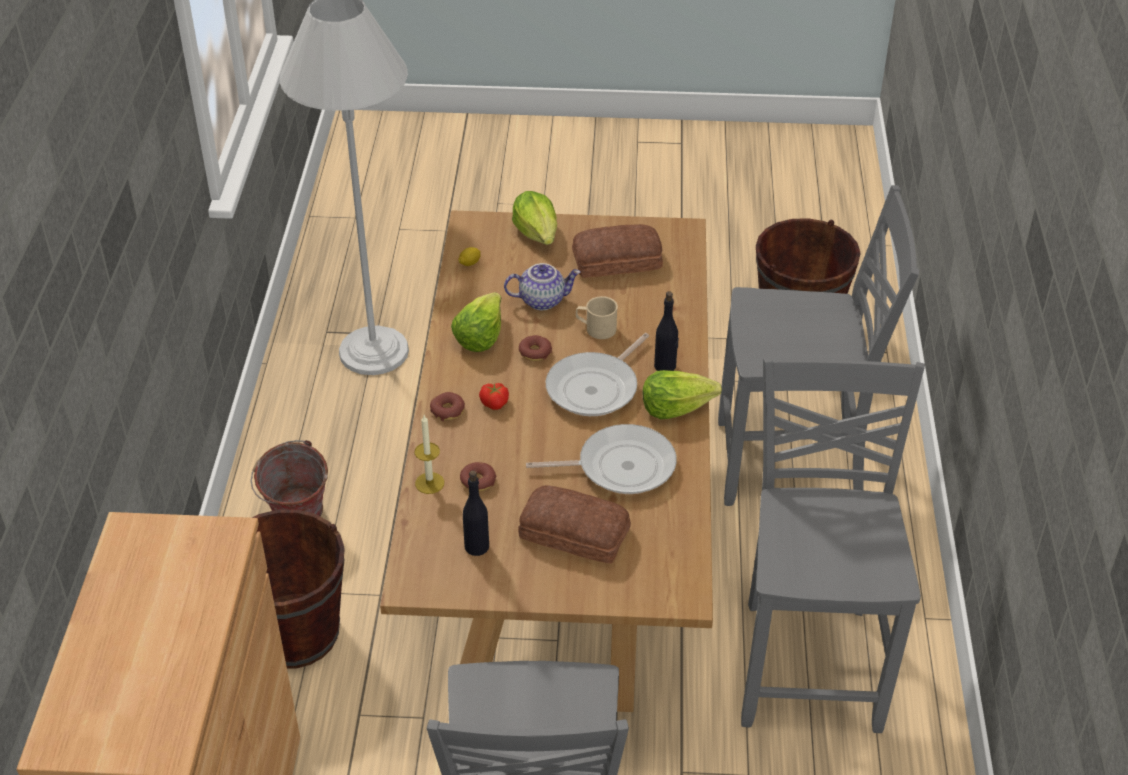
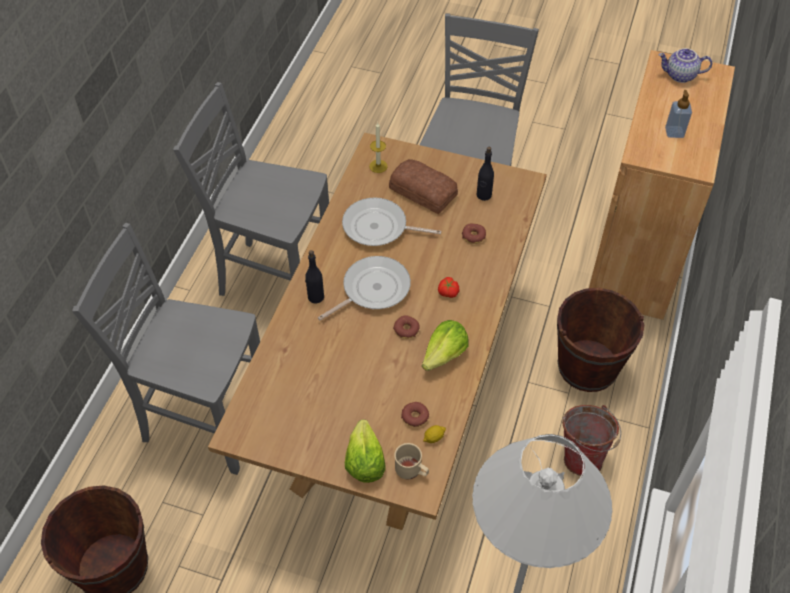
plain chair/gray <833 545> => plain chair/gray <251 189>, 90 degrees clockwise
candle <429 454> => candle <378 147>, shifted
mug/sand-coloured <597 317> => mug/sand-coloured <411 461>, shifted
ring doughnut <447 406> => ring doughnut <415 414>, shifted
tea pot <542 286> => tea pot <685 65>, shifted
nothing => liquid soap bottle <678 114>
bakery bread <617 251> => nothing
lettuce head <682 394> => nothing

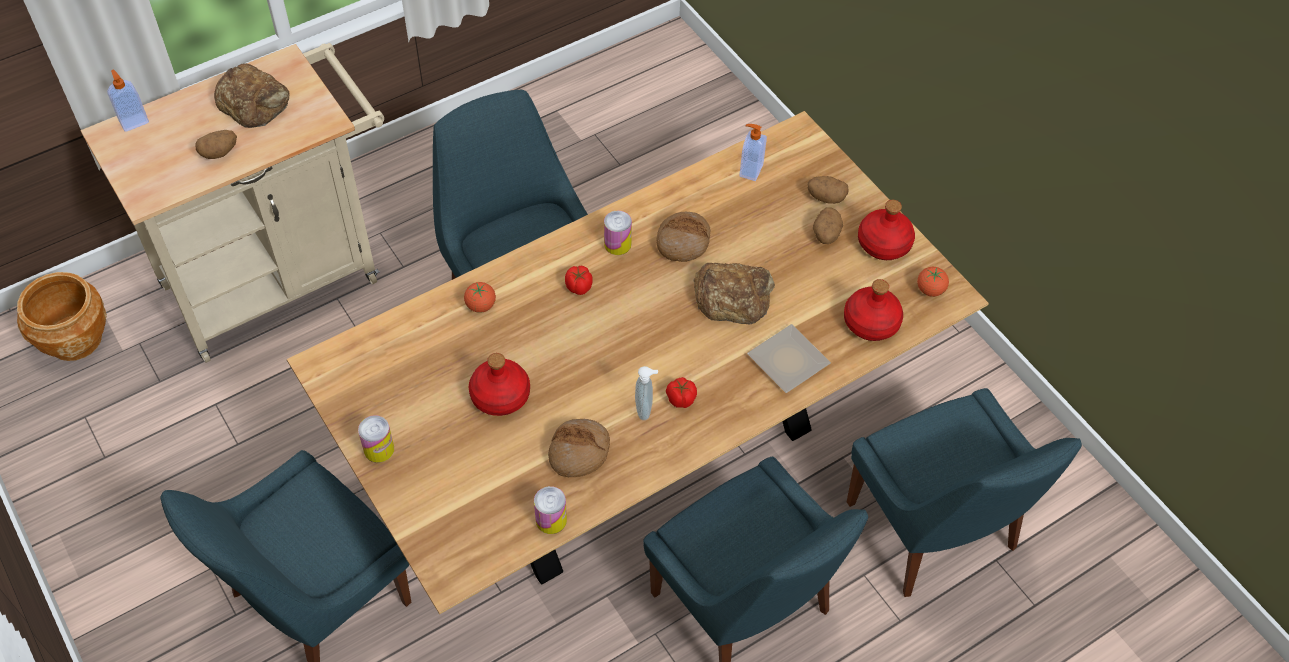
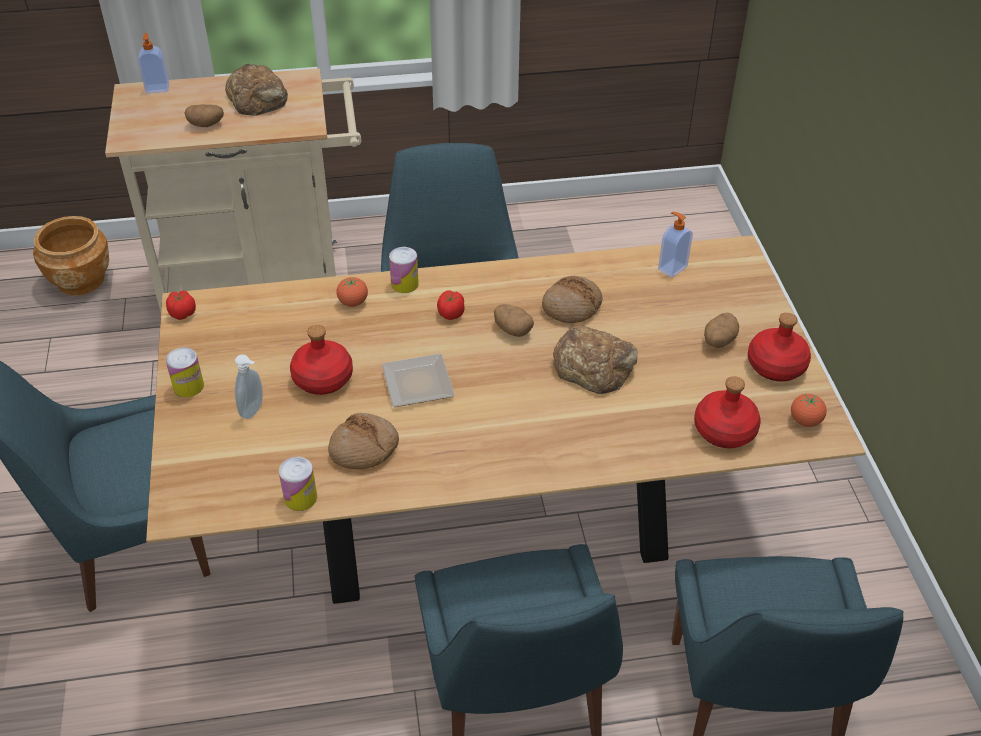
tomato <681 392> => tomato <181 305>, shifted
liquid soap bottle <646 393> => liquid soap bottle <249 386>, shifted
plate <789 358> => plate <418 380>, shifted
sealed can <618 233> => sealed can <404 270>, shifted
whole potato <828 190> => whole potato <514 320>, shifted

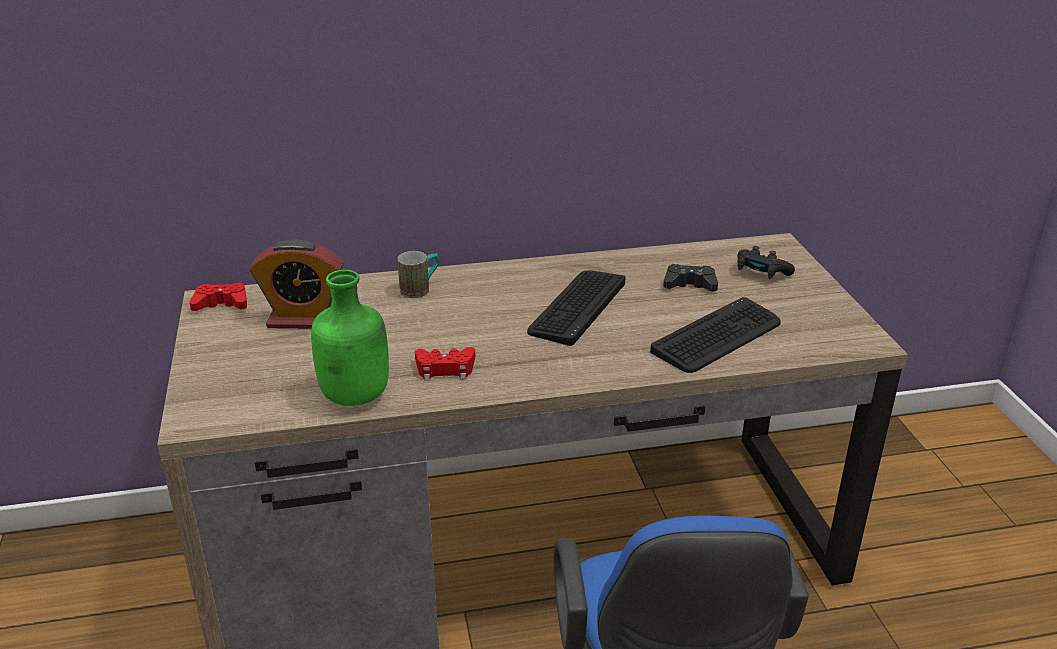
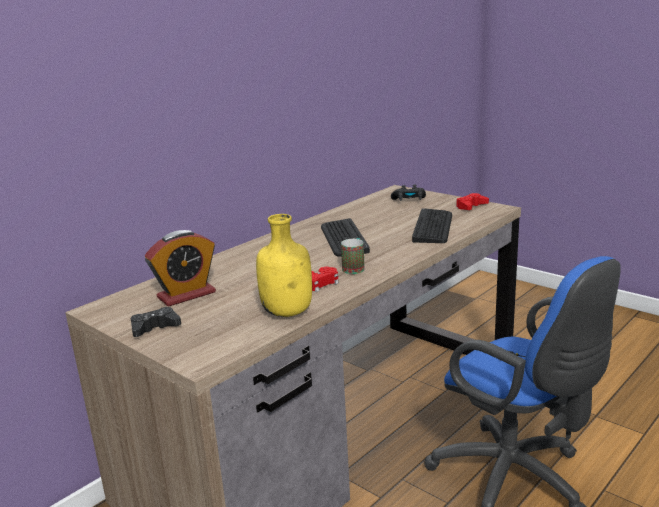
gamepad/black <690 278> => gamepad/black <156 322>, shifted
beverage bottle/greenish <350 338> => beverage bottle/yellow-coloured <284 265>
mug <418 274> => mug <353 256>, shifted
gamepad/reddish <218 297> => gamepad/reddish <472 201>, shifted

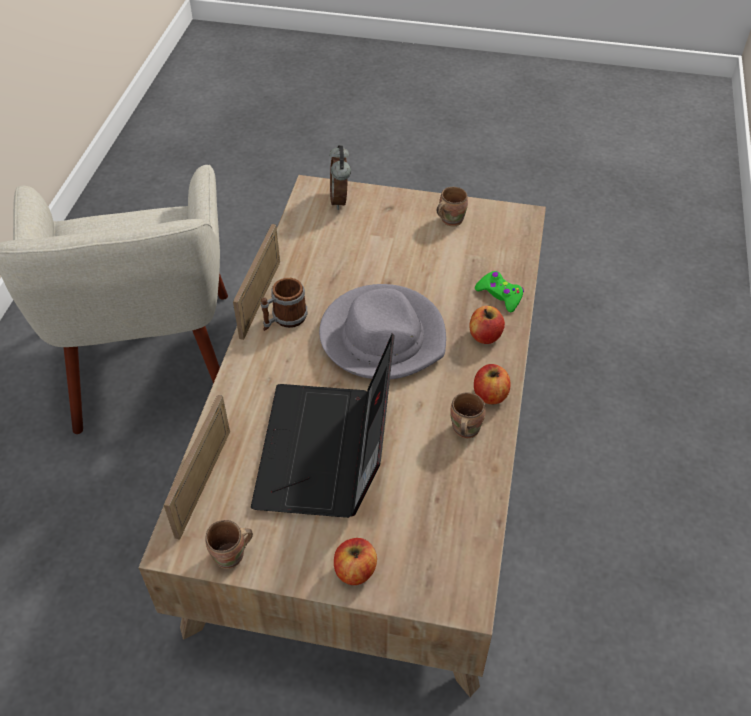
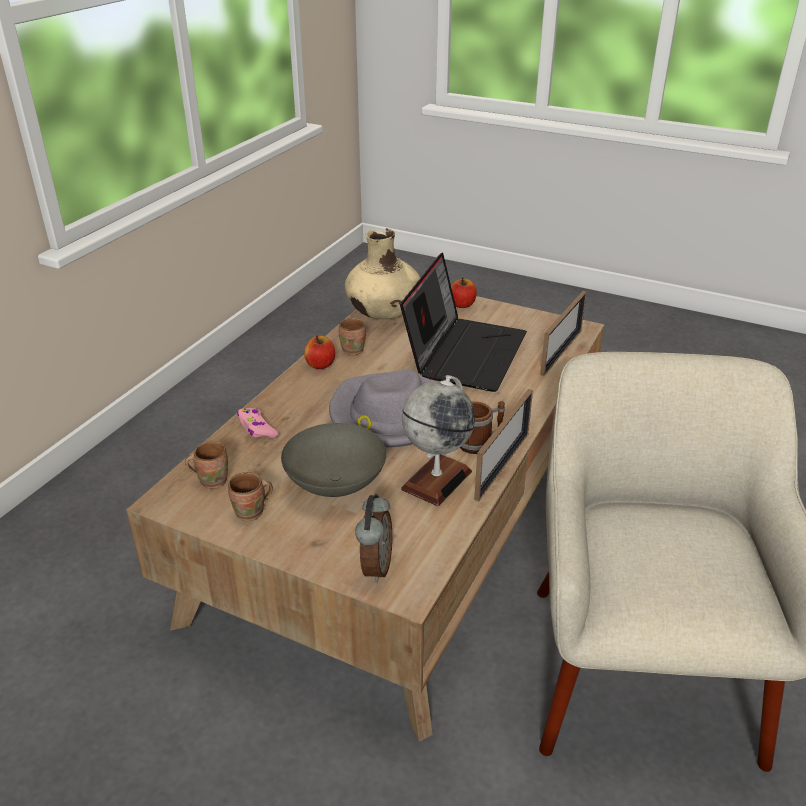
mug/brownish <229 544> => mug/brownish <206 465>, shifted
gamepad/greenish <499 292> => gamepad/pink-coloured <258 423>
nothing => bowl/gray <334 460>
nothing => decorative vase/sand-coloured <382 273>
nothing => globe <438 440>
apple <487 325> => nothing

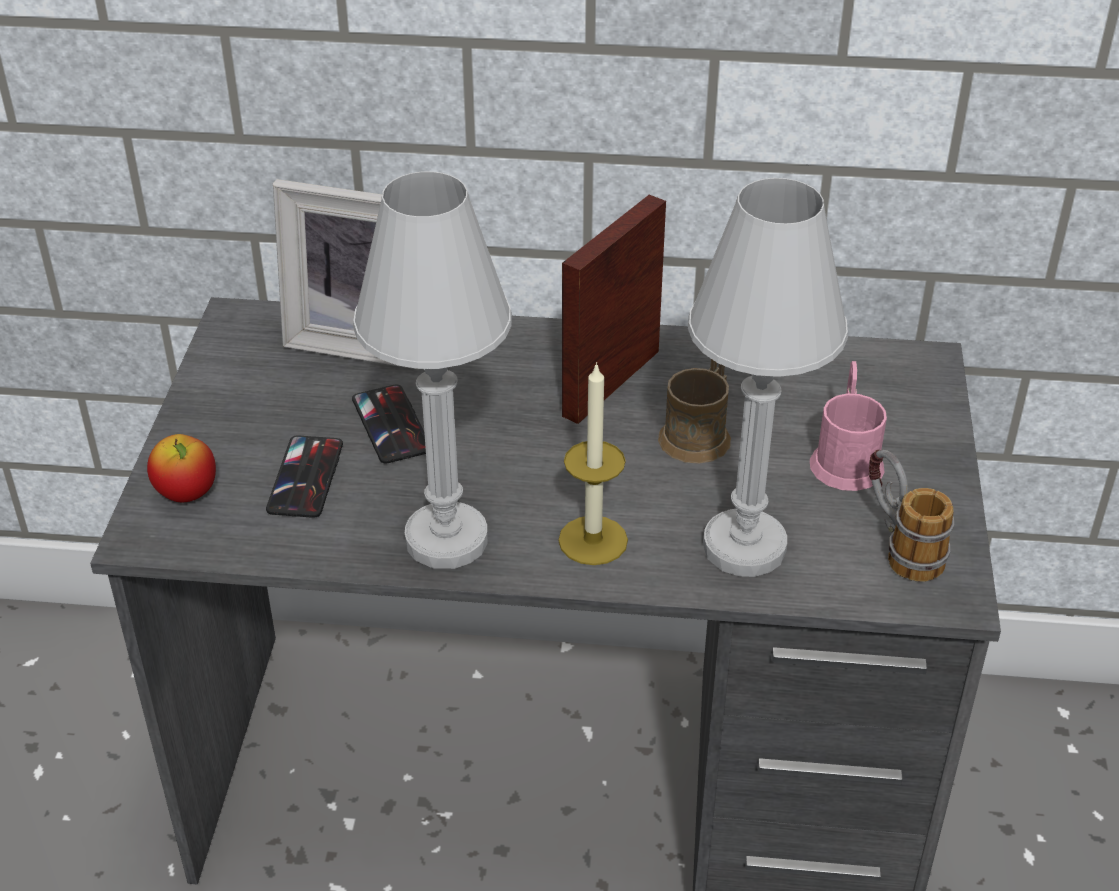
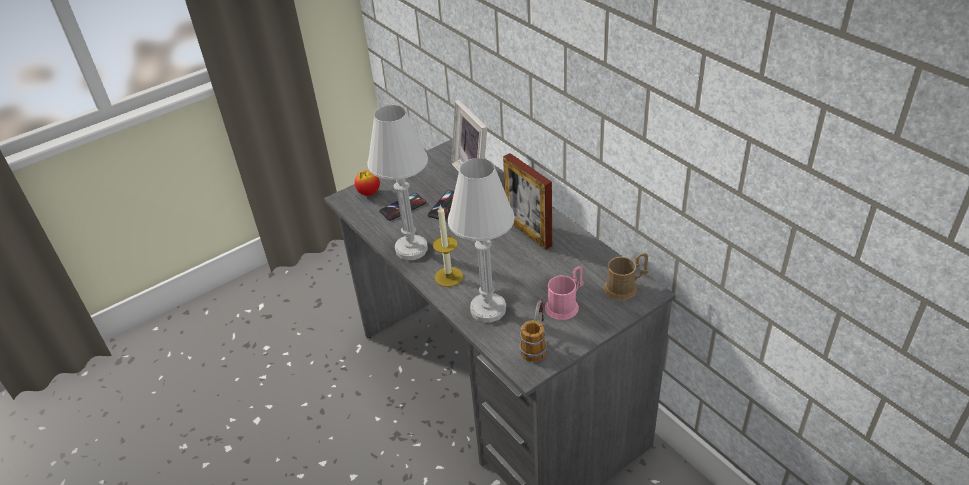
picture frame <614 309> => picture frame <527 201>, 120 degrees counterclockwise
mug/brownish <694 411> => mug/brownish <626 276>, shifted

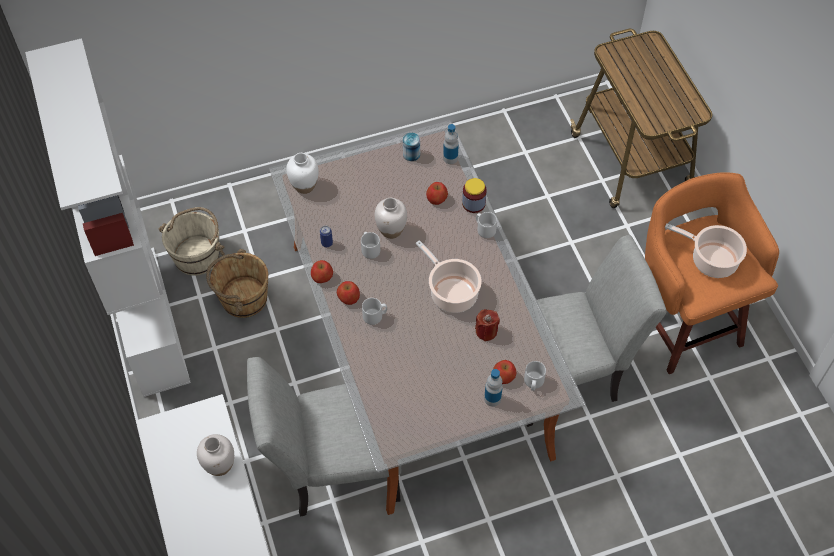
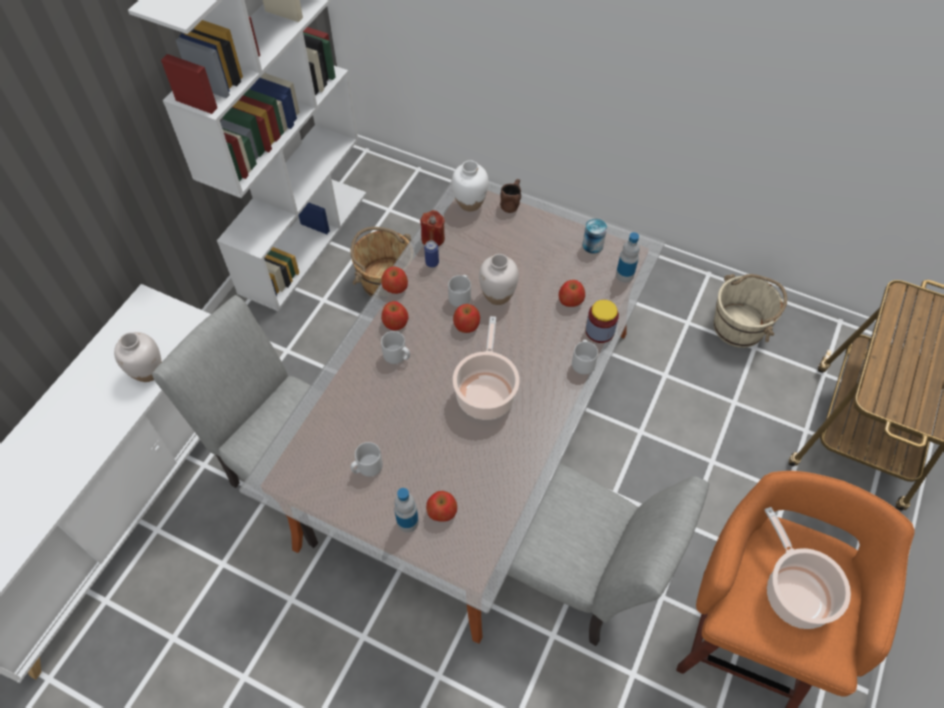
mug/gray <535 376> => mug/gray <366 459>, shifted
candle/reddish <487 325> => candle/reddish <432 228>, shifted
nothing => apple <466 318>
nothing => mug/brownish <510 196>
pail/sand-coloured <192 241> => pail/sand-coloured <750 311>, shifted

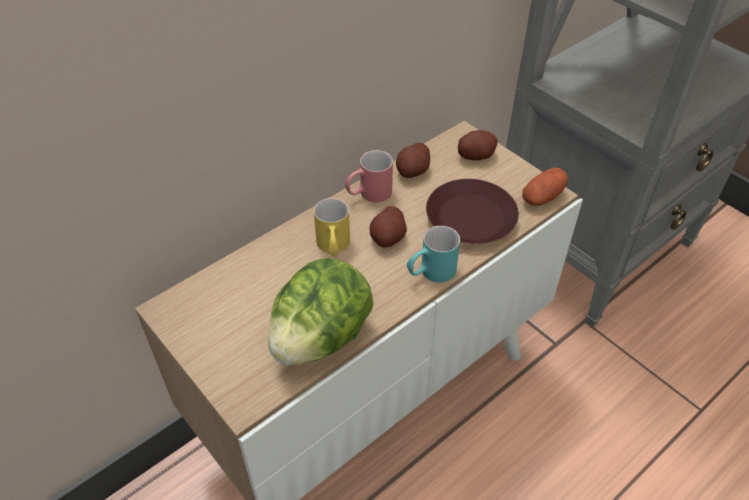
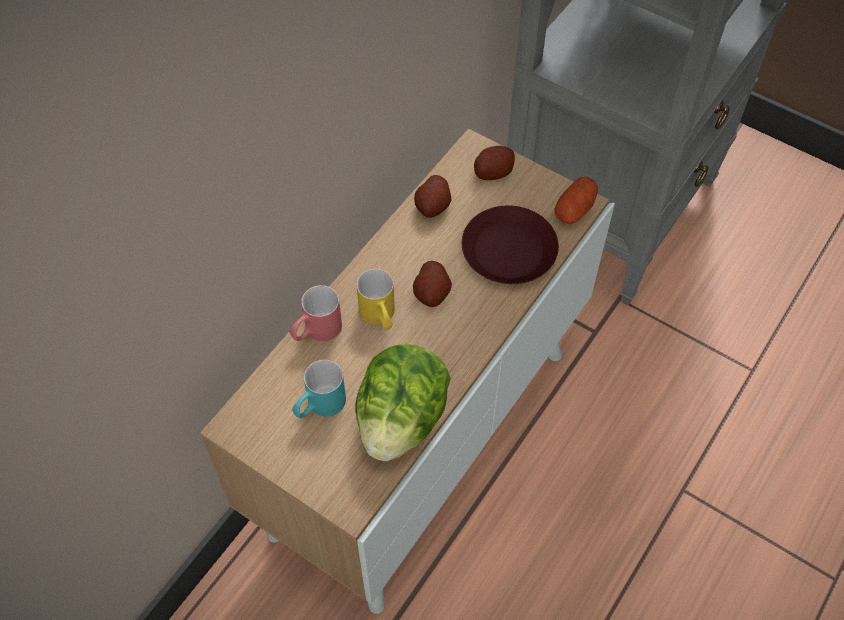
mug/reddish <369 176> => mug/reddish <316 313>, shifted
mug/turquoise-coloured <433 254> => mug/turquoise-coloured <319 389>, shifted

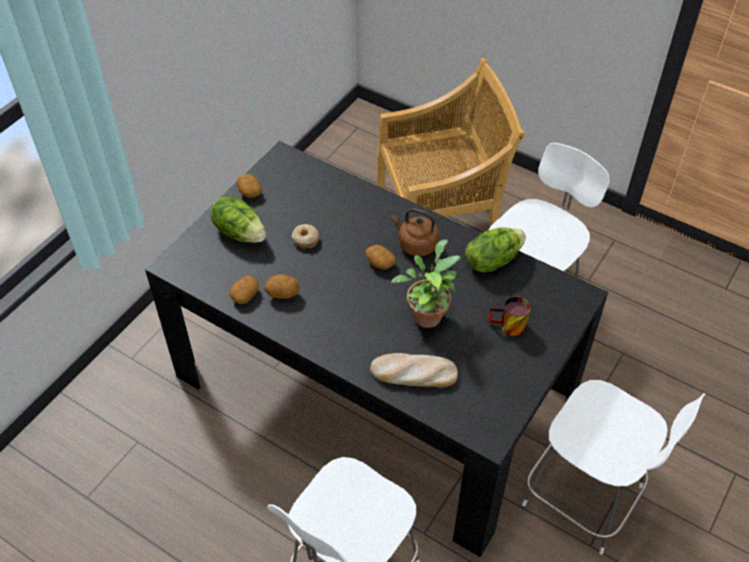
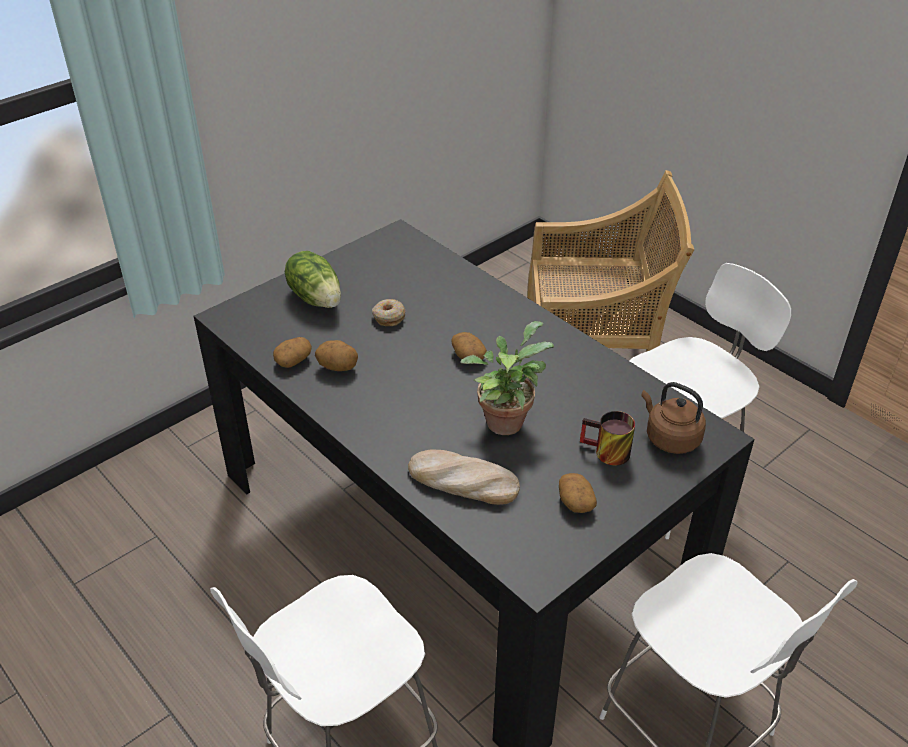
whole potato <249 186> => whole potato <578 493>, shifted
kettle/brownish <415 232> => kettle/brownish <673 418>, shifted
lettuce head <495 249> => nothing

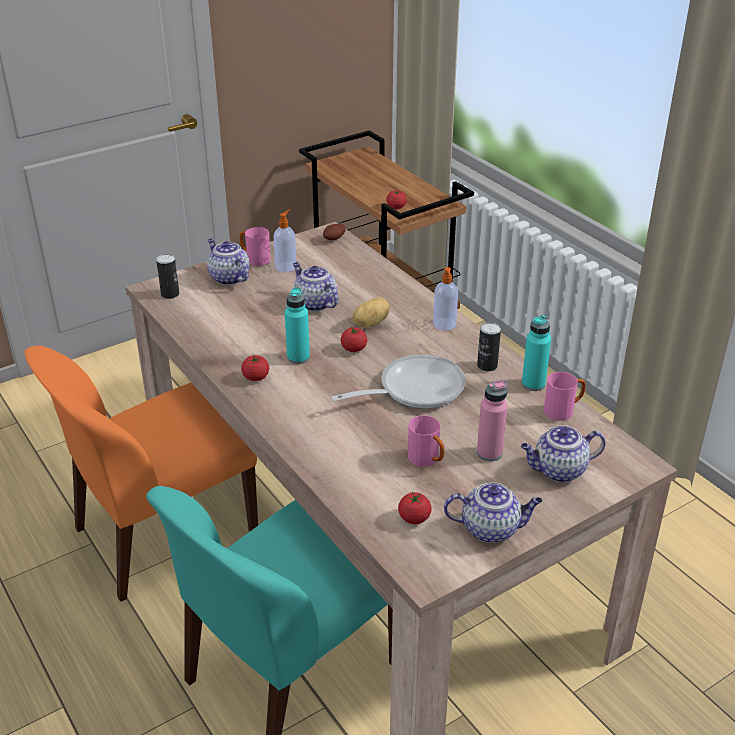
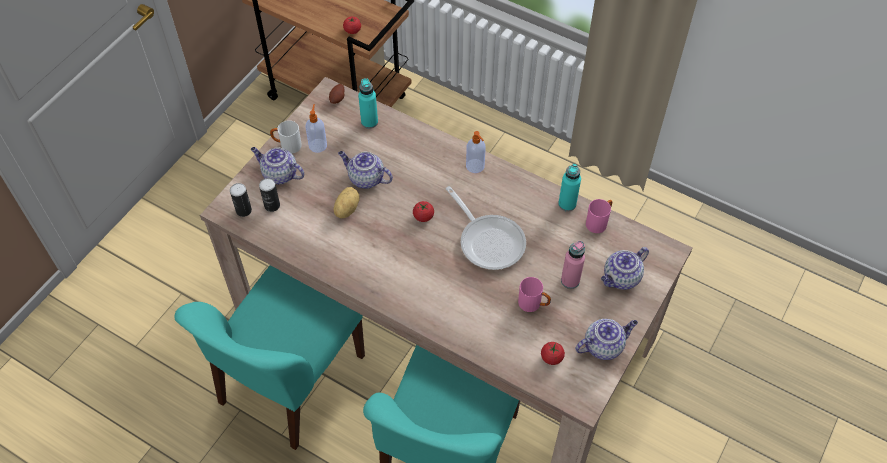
plain chair/orange-coloured <141 473> => plain chair/turquoise-coloured <269 357>
sealed can <489 346> => sealed can <269 195>, shifted
mug/pink-coloured <255 246> => mug/whitish <286 137>
whole potato <371 312> => whole potato <347 202>, shifted
beverage bottle/turquoise-coloured <297 325> => beverage bottle/turquoise-coloured <368 103>, shifted
frying pan <398 381> => frying pan <486 228>, 105 degrees clockwise
tomato <255 368> => nothing

